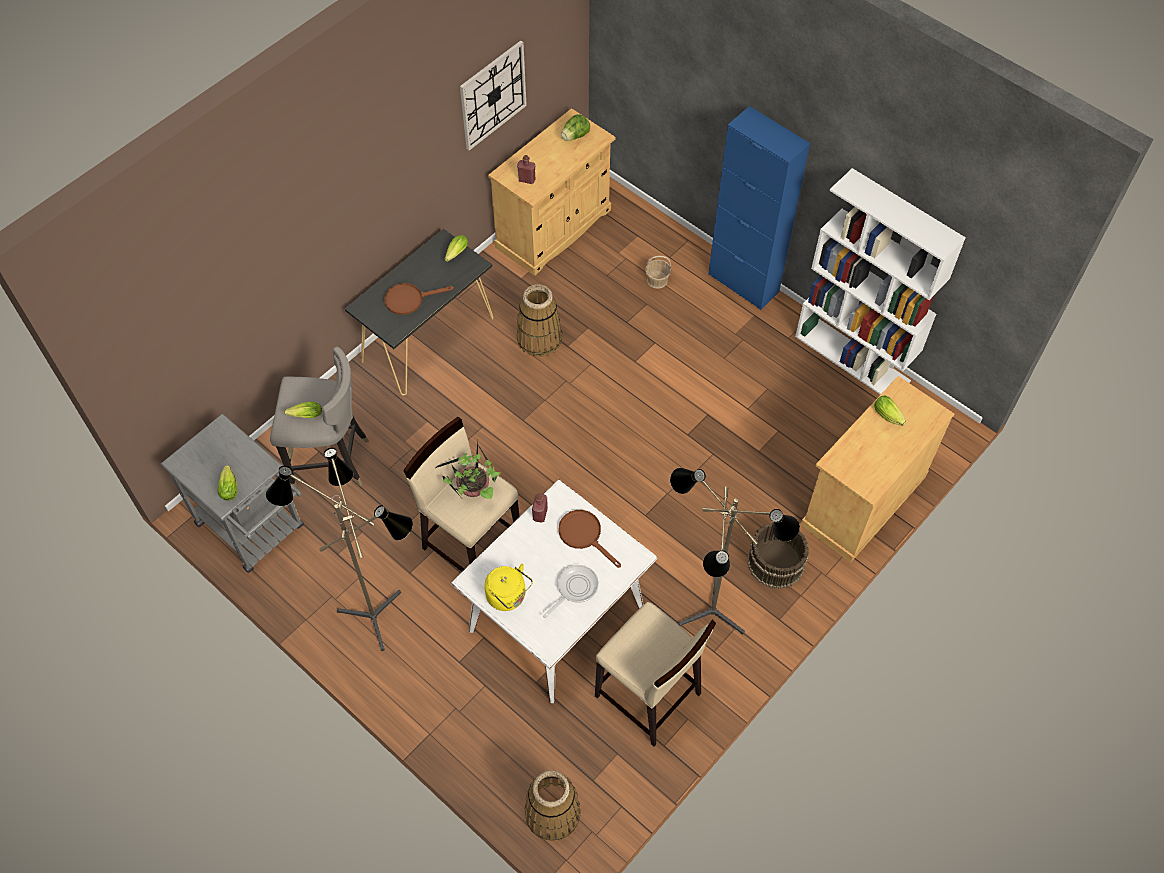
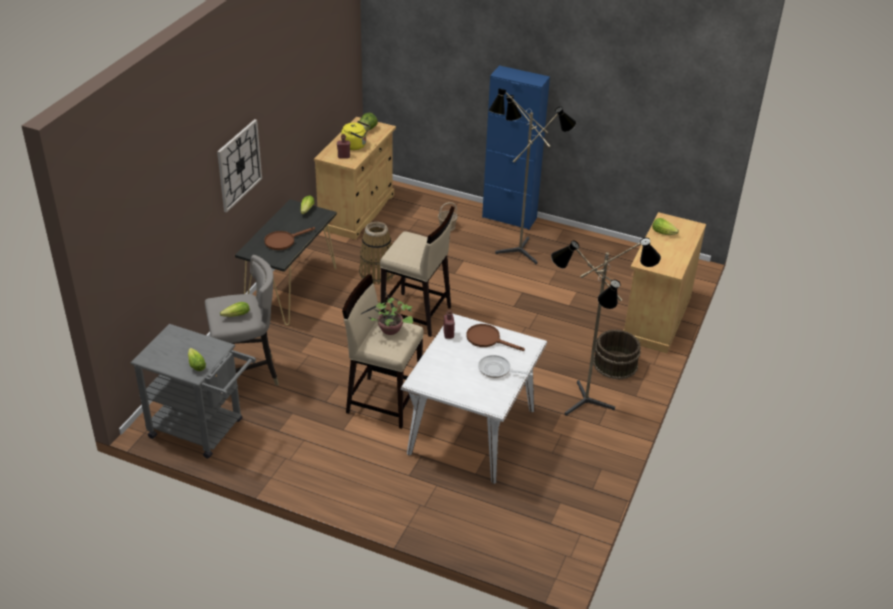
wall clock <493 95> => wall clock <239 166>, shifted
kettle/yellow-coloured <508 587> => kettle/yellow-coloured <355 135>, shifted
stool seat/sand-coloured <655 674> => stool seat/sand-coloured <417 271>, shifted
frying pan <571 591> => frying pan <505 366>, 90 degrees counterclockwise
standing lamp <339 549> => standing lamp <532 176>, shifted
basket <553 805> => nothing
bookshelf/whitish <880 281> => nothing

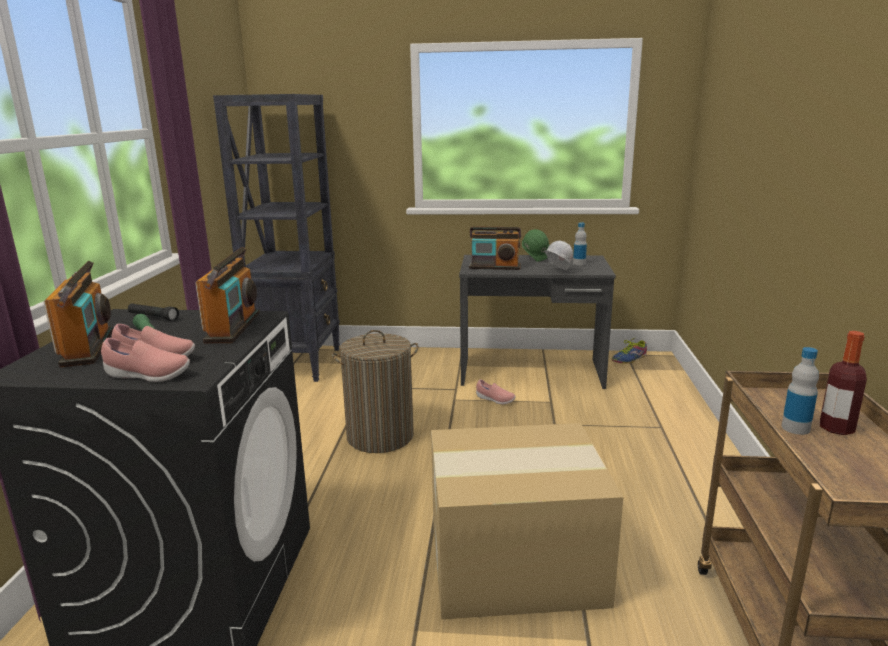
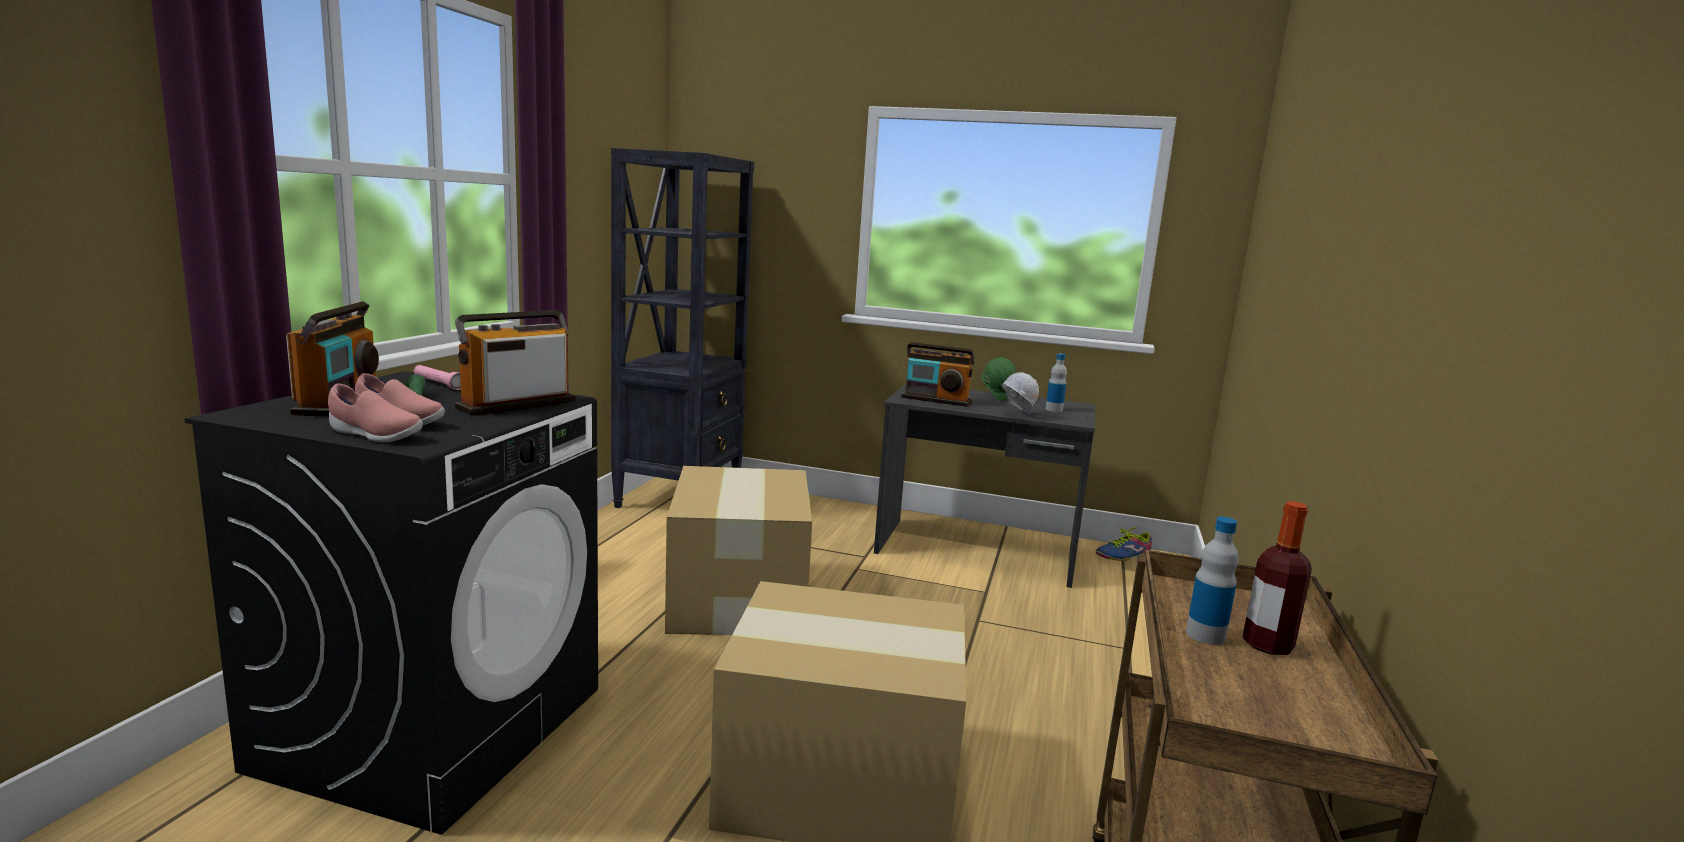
flashlight/black <153 312> => flashlight/pink-coloured <437 377>
radio <227 295> => radio <515 362>, 150 degrees counterclockwise
hamper <375 391> => cardboard box <738 550>
item of footwear/pink-coloured <496 391> => nothing

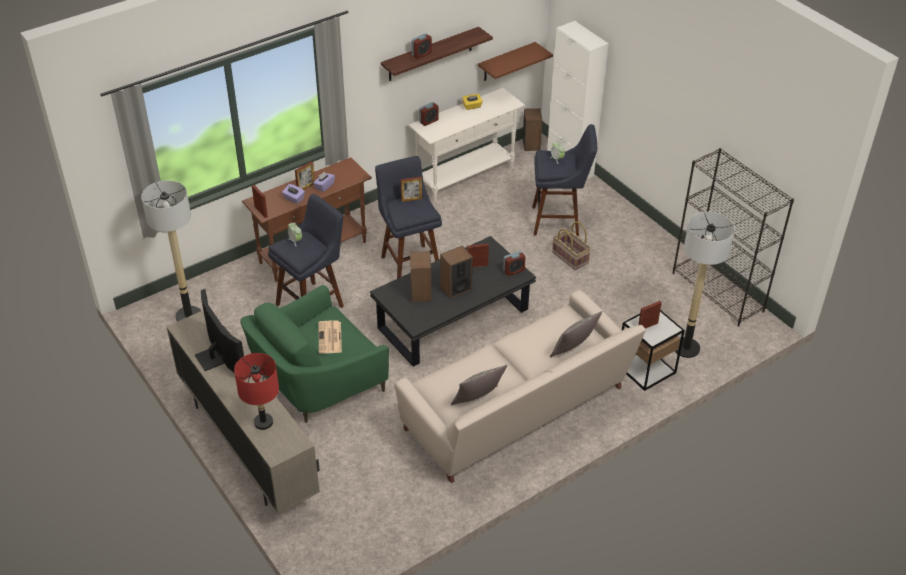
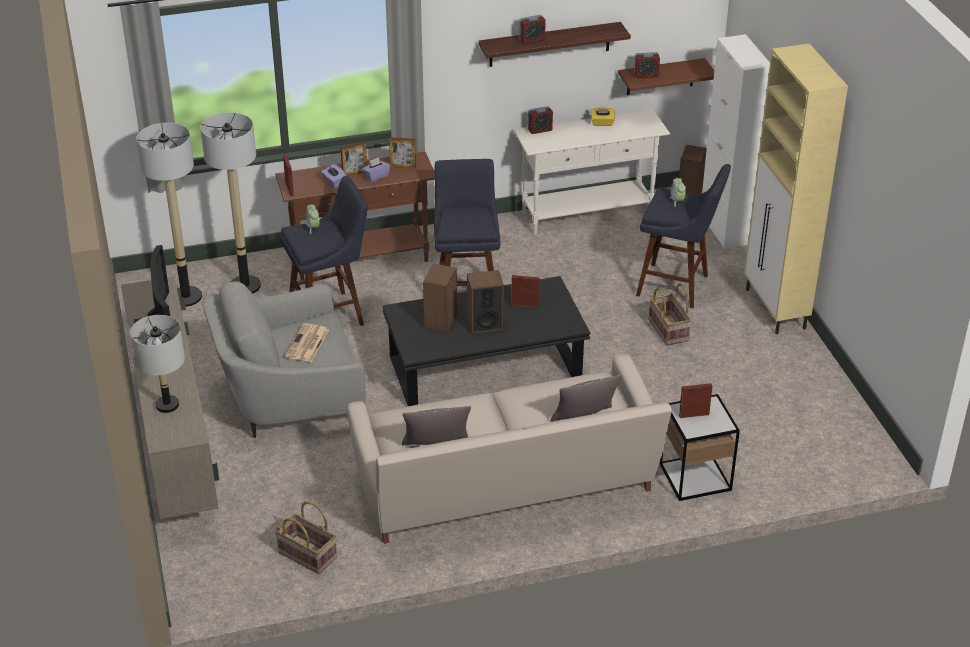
lamp for a table/reddish <256 391> => lamp for a table/gray <157 364>
standing lamp <705 285> => standing lamp <230 203>, shifted
easy chair/greenish <314 354> => easy chair/gray <284 359>
nothing => basket <306 537>
picture frame <411 189> => picture frame <402 153>, shifted
table clock <514 263> => table clock <647 65>, shifted
nothing => storage cabinet/sand-coloured <796 188>
bookshelf/black <733 237> => nothing

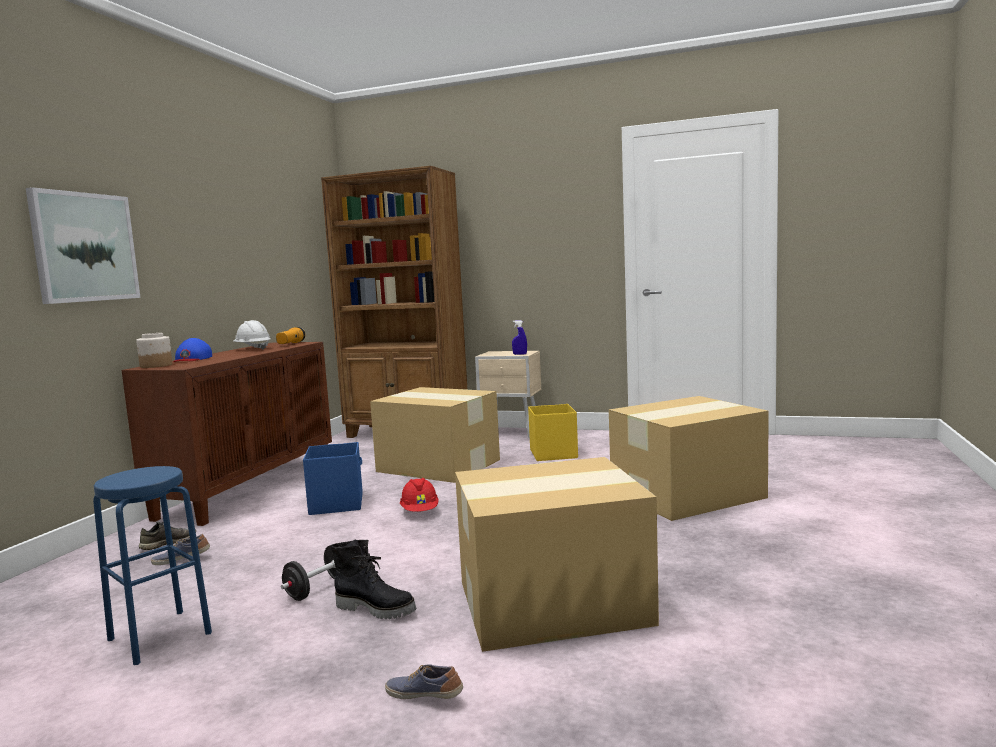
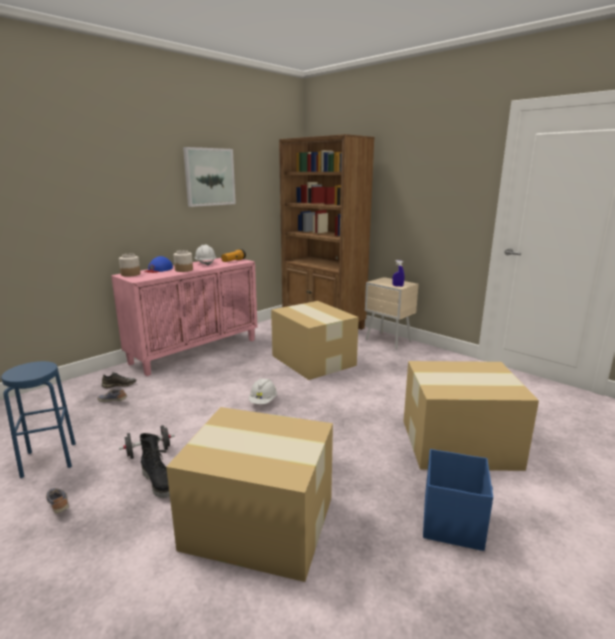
item of footwear <424 681> => item of footwear <57 501>, shifted
storage cabinet/brownish <226 434> => storage cabinet/pink-coloured <184 317>
nothing => preserve jar <183 261>
wall picture <83 245> => wall picture <209 177>, shifted
safety helmet/reddish <419 495> => safety helmet/whitish <263 391>
storage bin/blue <333 478> => storage bin/blue <458 500>, shifted
storage bin/yellow-coloured <553 432> => nothing

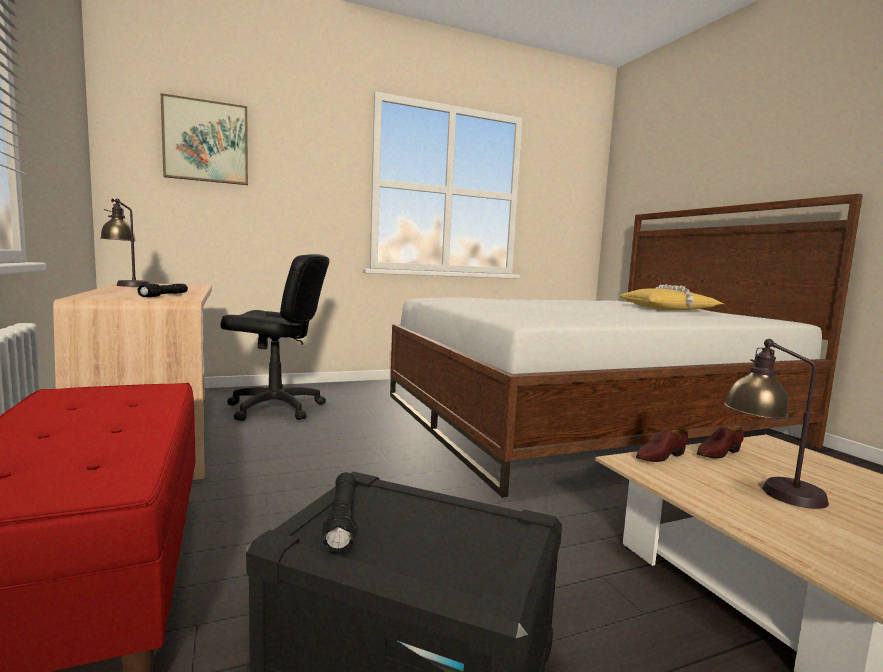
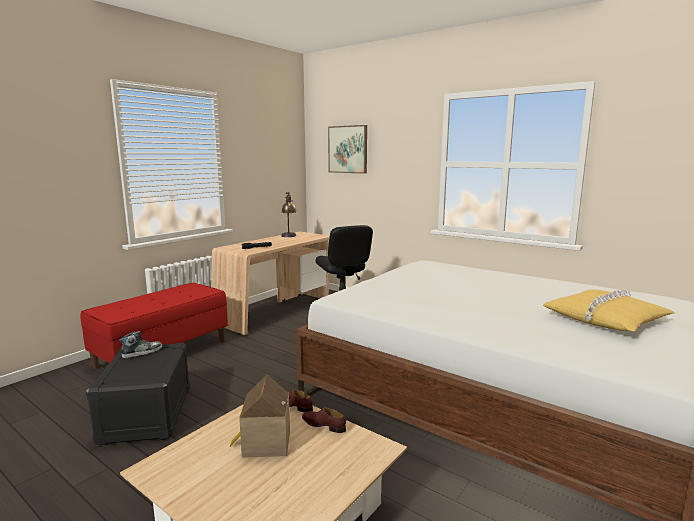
flashlight/black <339 512> => item of footwear <140 344>
lamp for a table <776 424> => toy house <260 416>

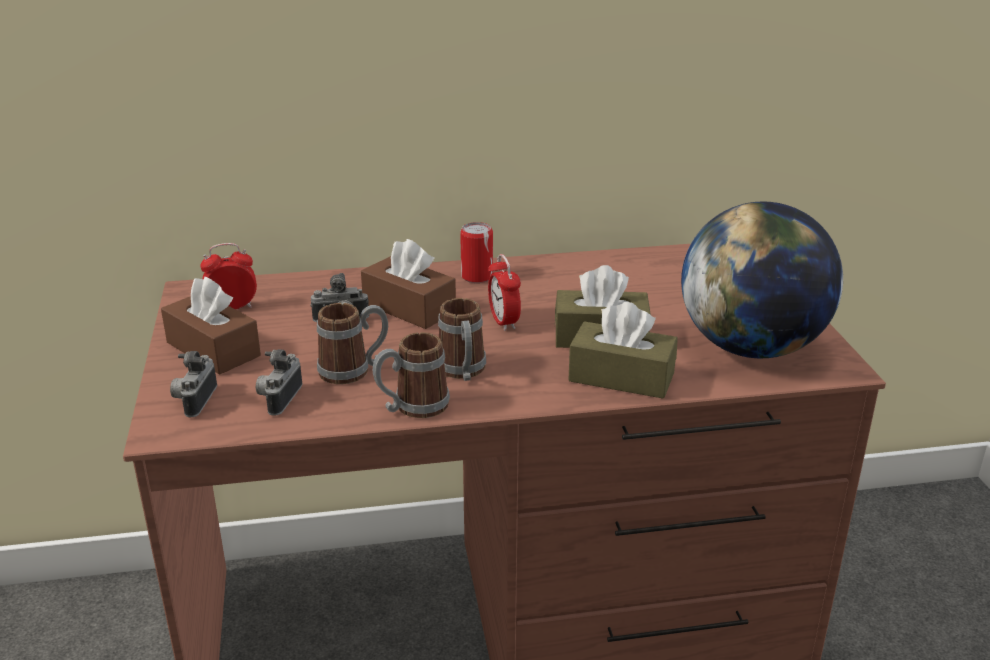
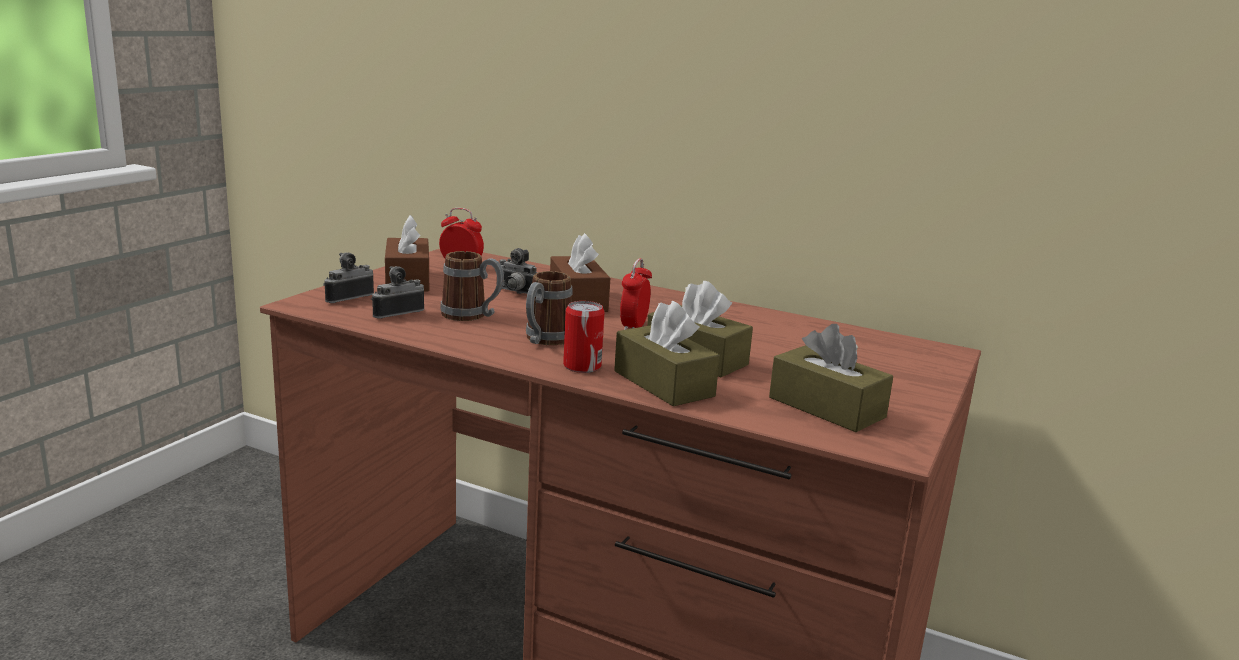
sealed can <476 252> => sealed can <584 337>, shifted
globe <762 279> => tissue box/brownish <831 378>
mug <411 375> => nothing

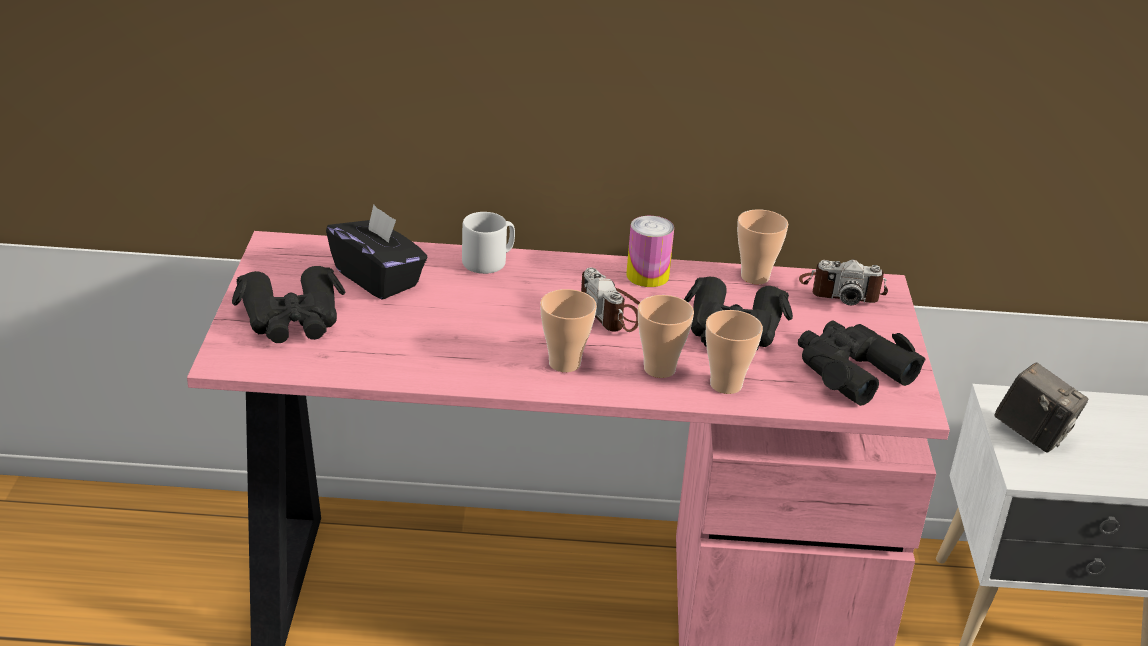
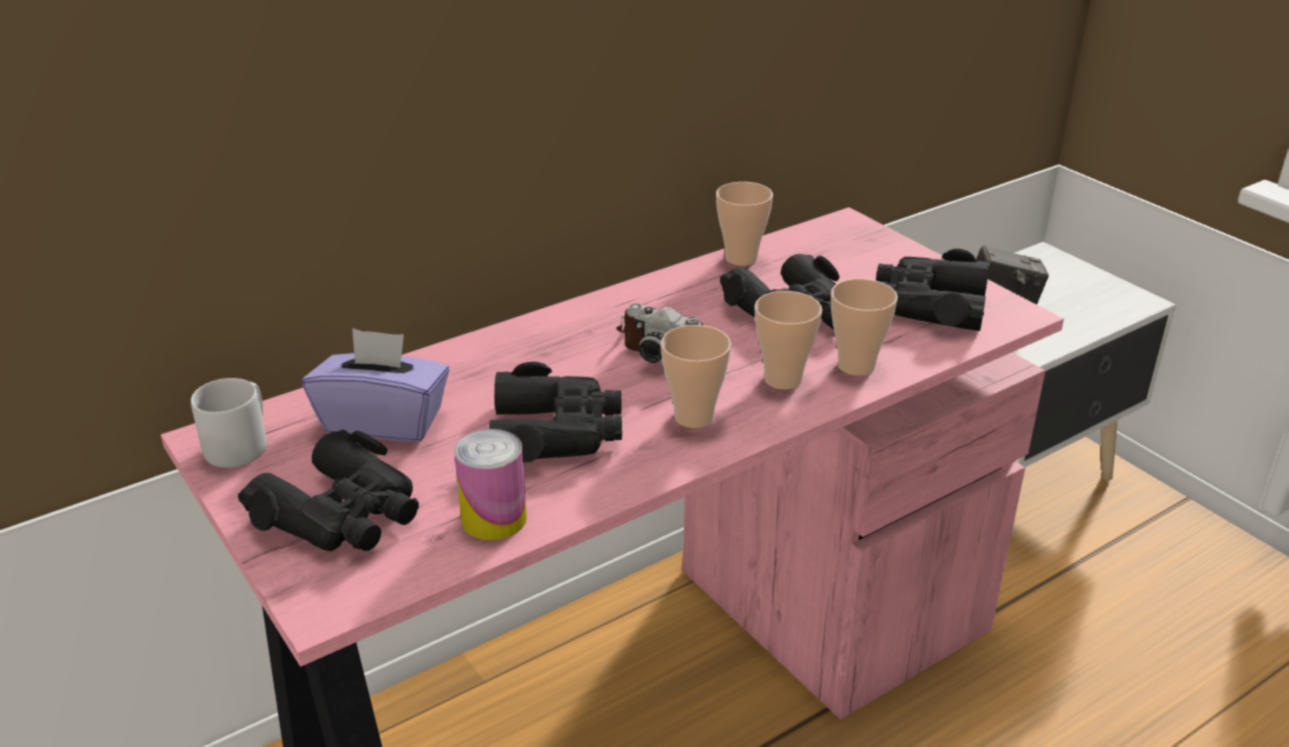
mug/gray <488 243> => mug/gray <229 423>, shifted
tissue box/black <377 252> => tissue box/purplish <375 385>
sealed can <650 251> => sealed can <490 484>, shifted
nothing => field glasses/black <555 412>
still camera <843 282> => nothing

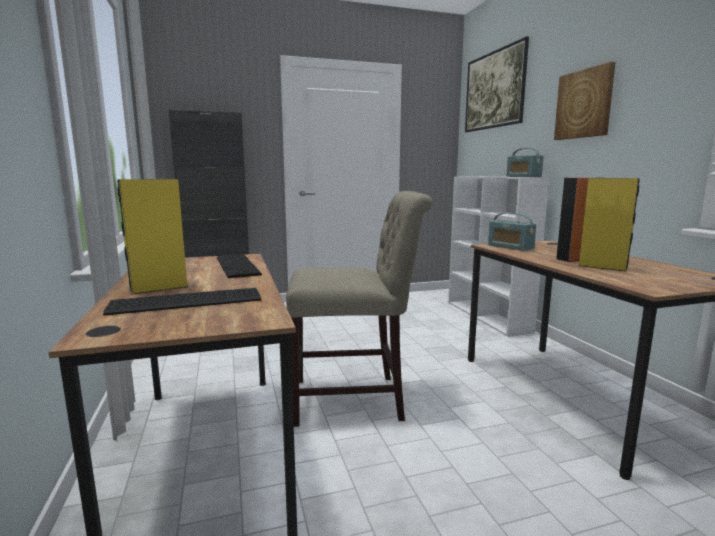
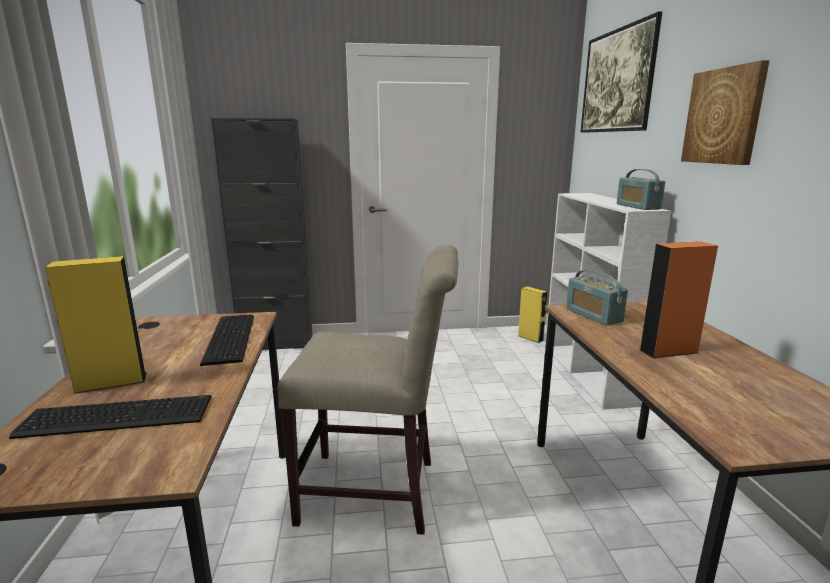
loudspeaker/yellow-coloured <609 225> => loudspeaker/yellow-coloured <533 314>, shifted

